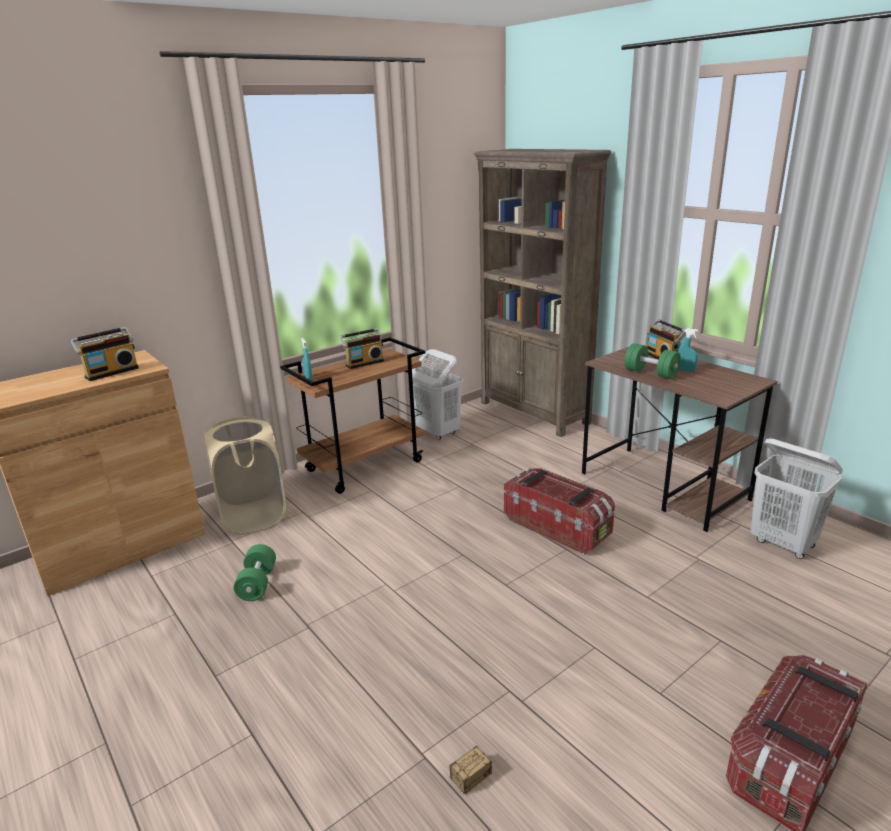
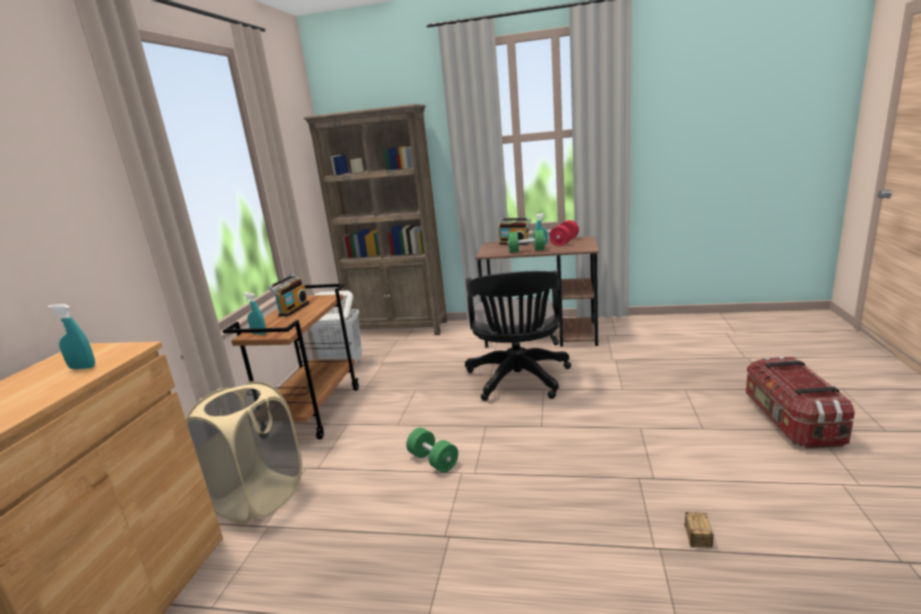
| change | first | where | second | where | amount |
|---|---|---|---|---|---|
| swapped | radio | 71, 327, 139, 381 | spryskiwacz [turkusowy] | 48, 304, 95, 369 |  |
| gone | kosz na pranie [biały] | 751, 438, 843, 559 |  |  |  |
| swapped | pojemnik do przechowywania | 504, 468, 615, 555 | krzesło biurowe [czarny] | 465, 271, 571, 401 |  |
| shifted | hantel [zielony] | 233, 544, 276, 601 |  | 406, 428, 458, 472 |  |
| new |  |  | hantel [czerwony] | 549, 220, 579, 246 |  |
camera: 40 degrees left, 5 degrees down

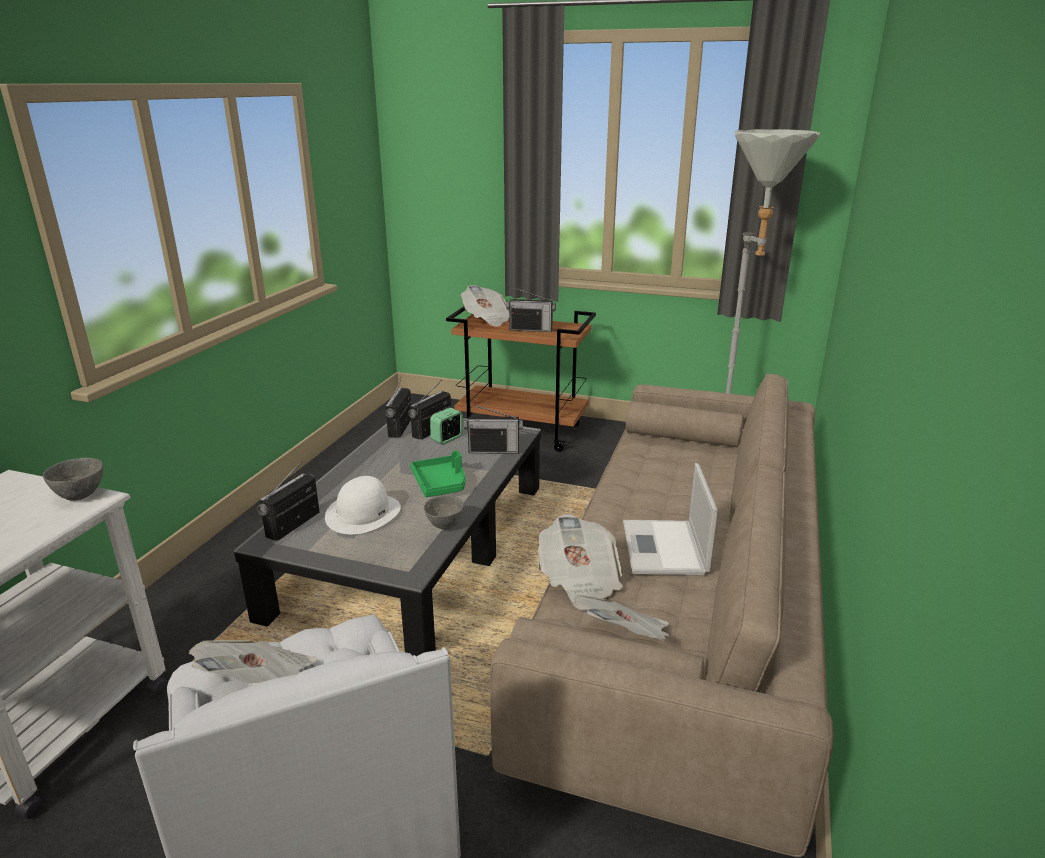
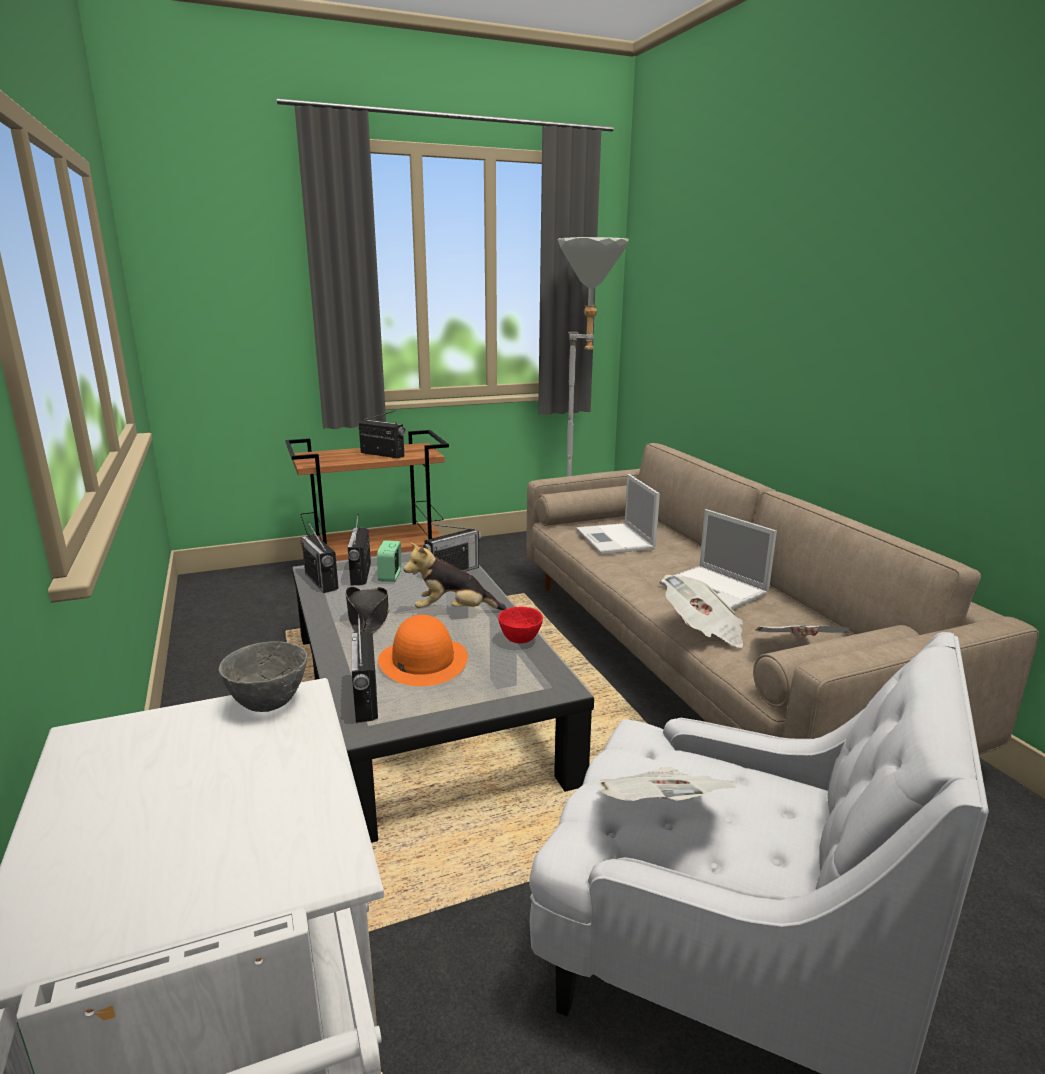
| change | first | where | second | where | amount |
|---|---|---|---|---|---|
| gone | gazeta | 461, 285, 510, 327 |  |  |  |
| rotated | radio | 506, 288, 556, 332 |  | 358, 410, 406, 458 | 120 degrees counterclockwise |
| swapped | taca [zielony] | 411, 450, 465, 497 | pluszak | 404, 543, 506, 610 |  |
| repainted | kapelusz [biały] | 325, 476, 401, 534 | kapelusz [pomarańczowy] | 378, 615, 468, 686 |  |
| repainted | miska [szary] | 424, 495, 464, 529 | miska [czerwony] | 498, 606, 543, 644 |  |
| new |  |  | laptop | 576, 474, 660, 554 |  |
| new |  |  | kapelusz [czarny] | 345, 587, 389, 633 |  |
camera: 40 degrees left, 5 degrees down

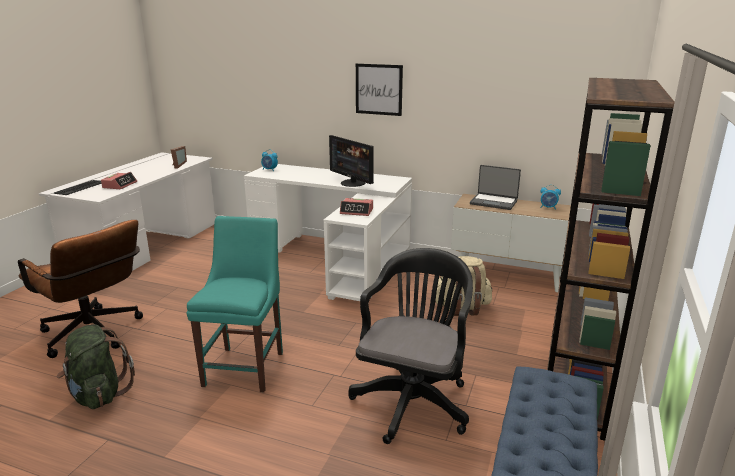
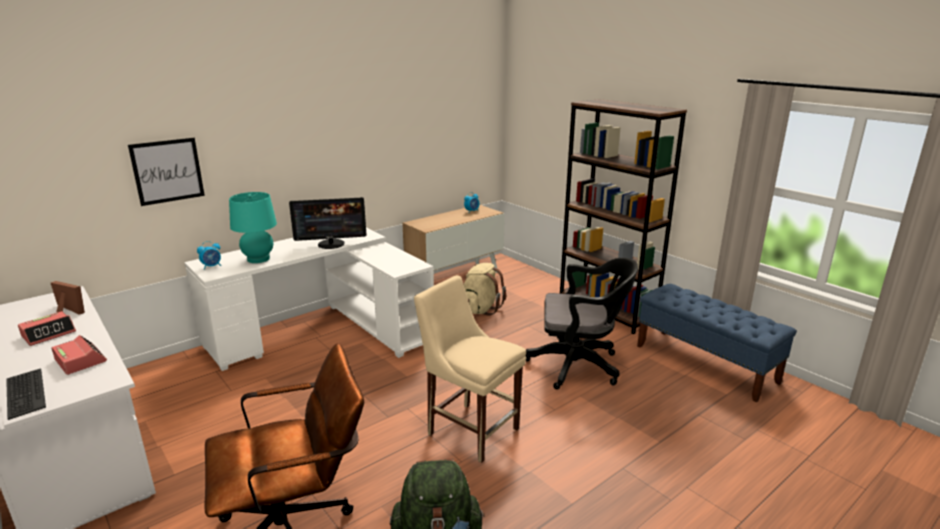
| change | first | where | second | where | amount |
|---|---|---|---|---|---|
| shifted | obraz | 356, 63, 403, 116 |  | 128, 138, 205, 206 |  |
| gone | laptop | 470, 165, 521, 210 |  |  |  |
| shifted | budzik | 340, 198, 373, 216 |  | 18, 311, 76, 346 |  |
| repainted | krzesło [turkusowy] | 187, 216, 283, 392 | krzesło [beżowy] | 414, 275, 526, 463 |  |
| rotated | krzesło biurowe [czarny] | 348, 248, 473, 444 |  | 526, 258, 638, 389 | 135 degrees clockwise |
| new |  |  | lampa stołowa [turkusowy] | 229, 192, 277, 263 |  |
camera: 60 degrees left, 0 degrees up

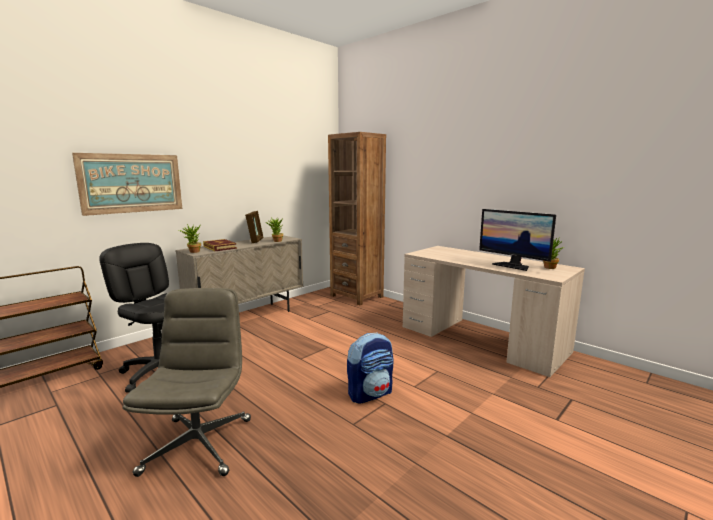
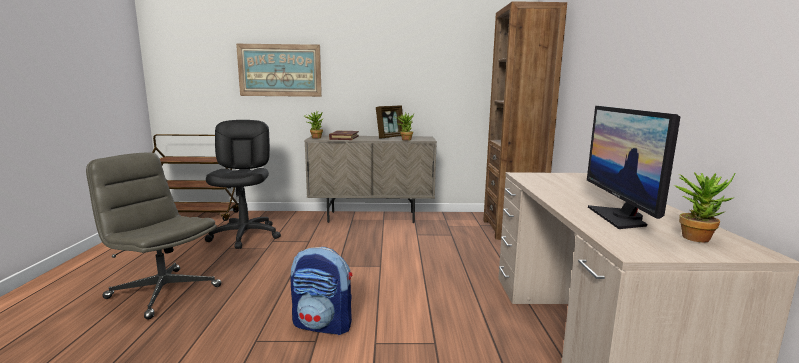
| change | first | where | second | where | amount |
|---|---|---|---|---|---|
| rotated | krzesło biurowe [szary] | 122, 288, 251, 477 |  | 86, 152, 221, 320 | 105 degrees counterclockwise |
camera: 45 degrees right, 0 degrees up

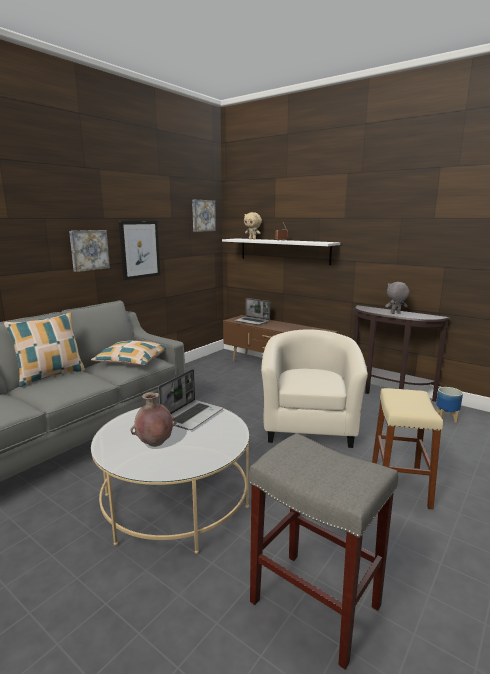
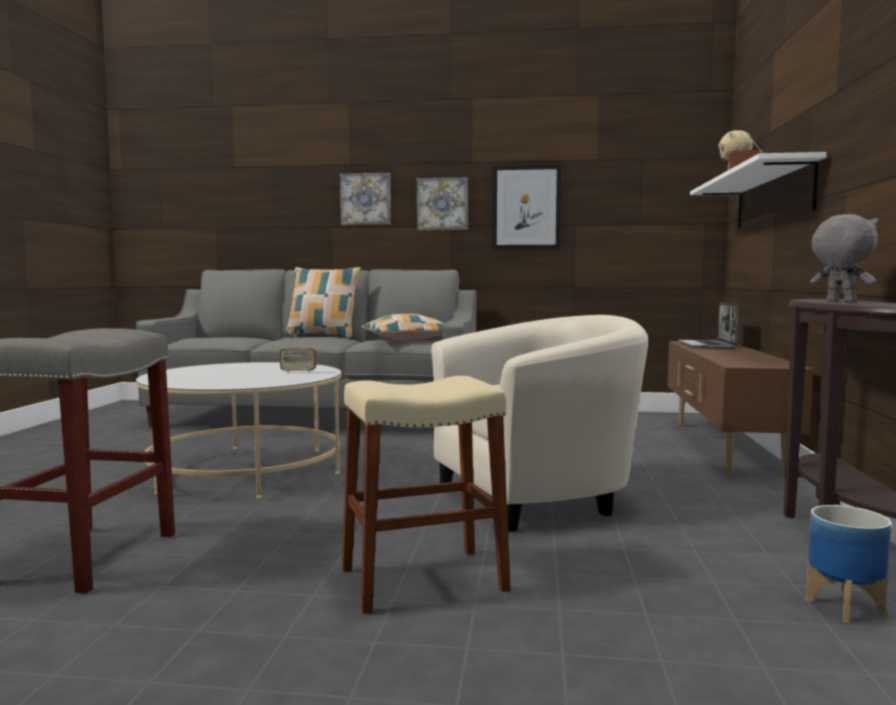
| change | first | where | second | where | amount |
|---|---|---|---|---|---|
| shifted | obraz | 192, 200, 216, 232 |  | 340, 173, 391, 225 |  |
| swapped | laptop | 159, 369, 223, 430 | radio | 280, 330, 316, 373 |  |
| gone | wazon [brązowy] | 130, 392, 177, 447 |  |  |  |
camera: 60 degrees right, 10 degrees down

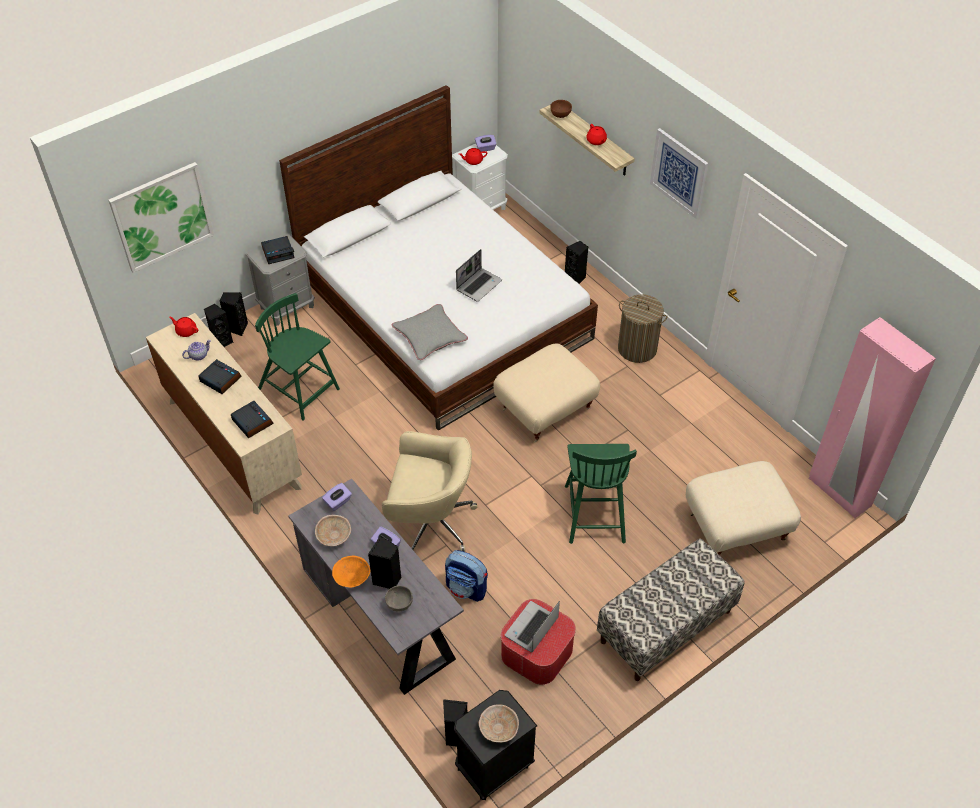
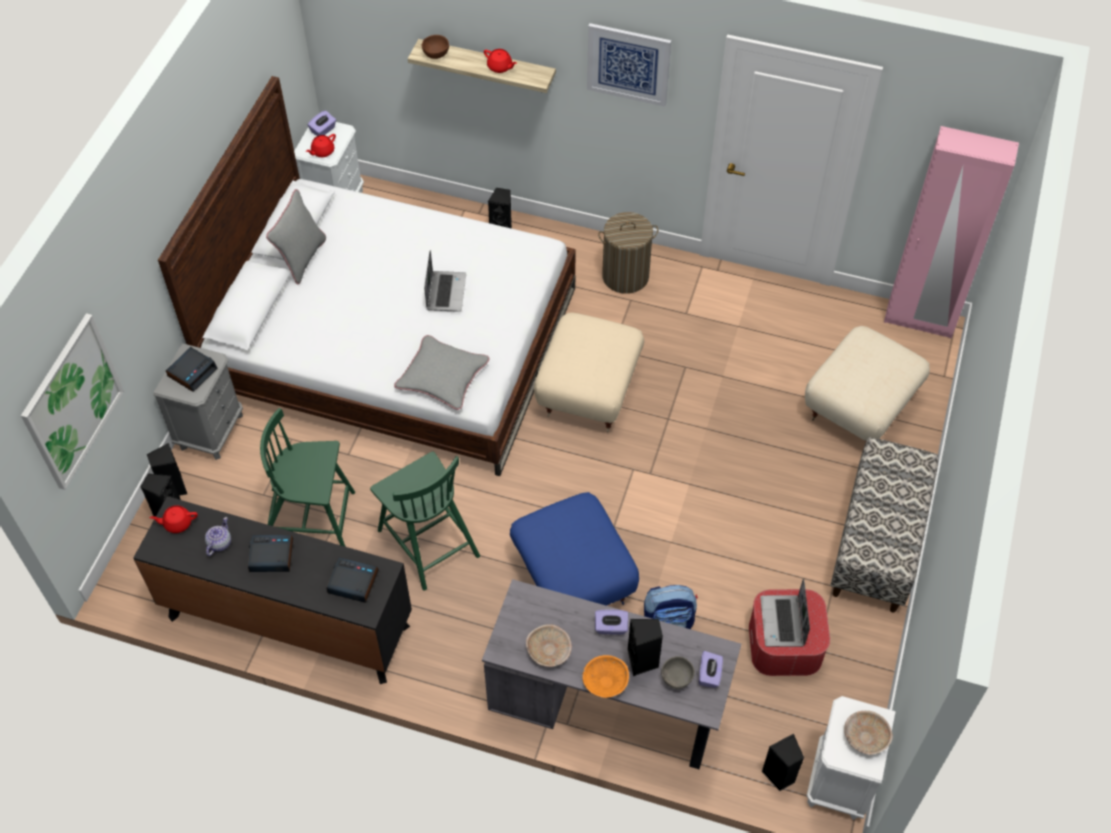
| change | first | where | second | where | amount |
|---|---|---|---|---|---|
| repainted | komoda [beżowy] | 146, 313, 302, 515 | komoda [czarny] | 133, 496, 412, 684 |  |
| swapped | krzesło biurowe [beżowy] | 382, 431, 477, 552 | pufa [niebieski] | 510, 492, 639, 606 |  |
| shifted | krzesło [zielony] | 565, 444, 637, 544 |  | 370, 451, 480, 591 |  |
| shifted | pudełko chusteczek [fioletowy] | 322, 483, 352, 511 |  | 699, 651, 723, 688 |  |
| repainted | szafka nocna [czarny] | 454, 690, 537, 800 | szafka nocna [biały] | 807, 696, 895, 820 |  |
| new |  |  | poduszka [szary] | 266, 189, 326, 284 |  |
camera: 35 degrees left, 5 degrees up

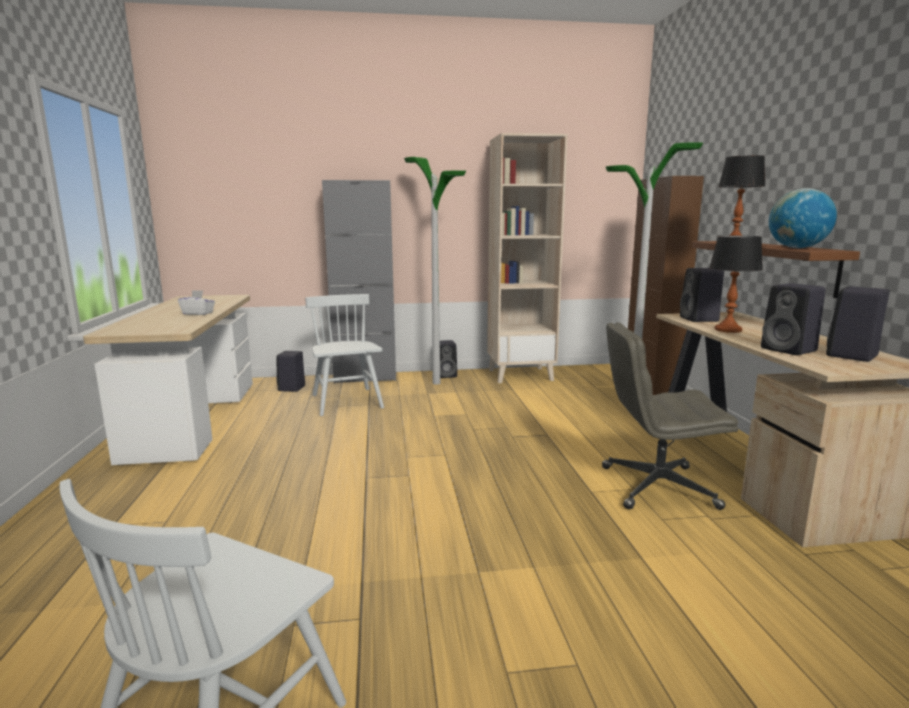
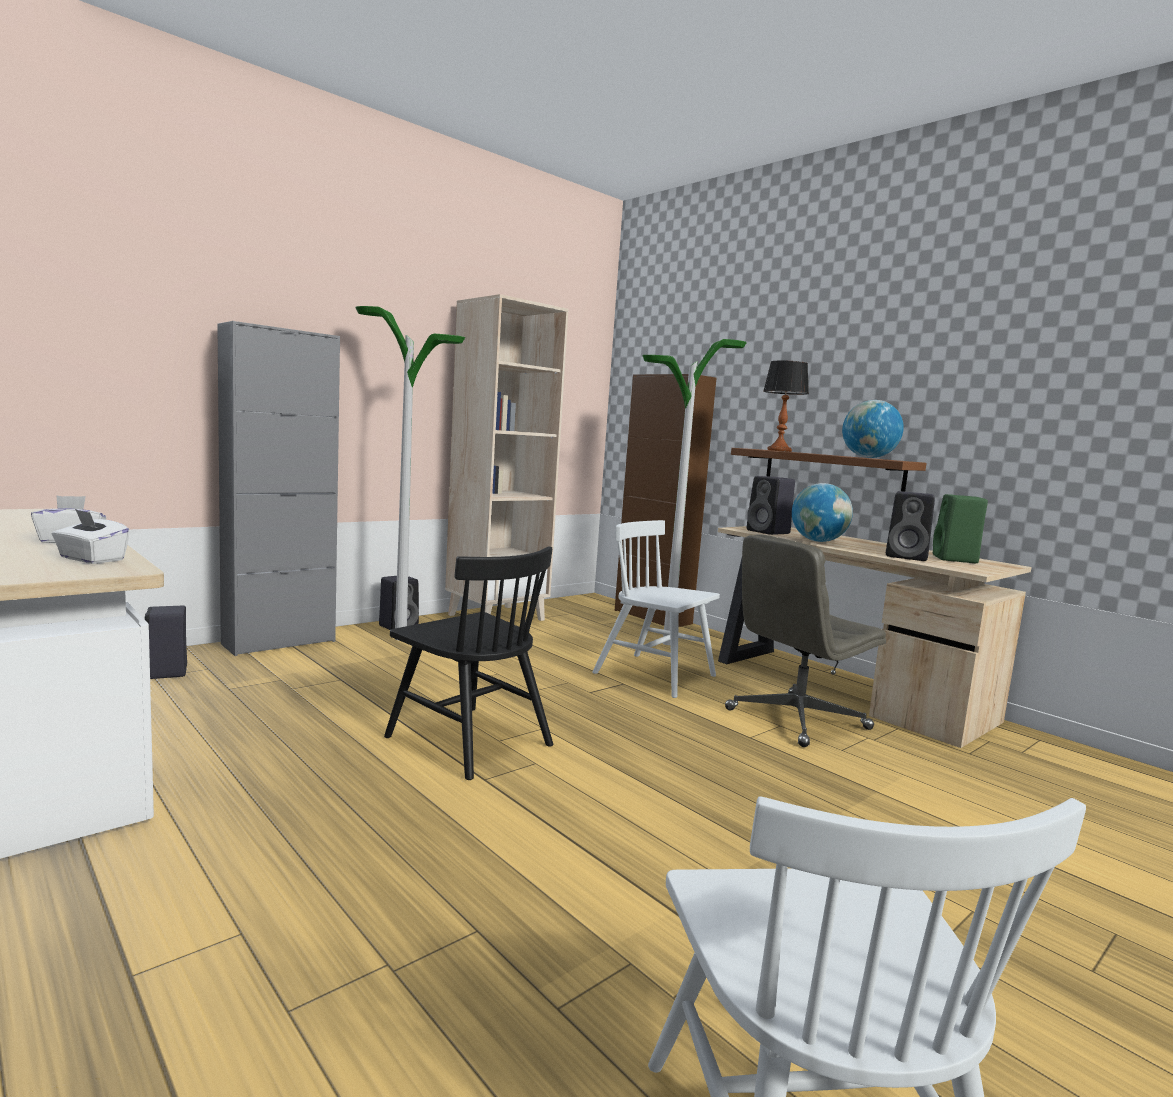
| change | first | where | second | where | amount |
|---|---|---|---|---|---|
| swapped | lampa stołowa | 709, 236, 763, 333 | globus | 792, 483, 853, 542 |  |
| repainted | głośnik [czarny] | 826, 286, 890, 362 | głośnik [zielony] | 933, 494, 988, 563 |  |
| shifted | krzesło [biały] | 305, 294, 384, 416 |  | 592, 520, 720, 698 |  |
| new |  |  | pudełko chusteczek [biały] | 52, 509, 130, 564 |  |
| new |  |  | krzesło [czarny] | 384, 546, 553, 780 |  |
camera: 35 degrees left, 5 degrees down

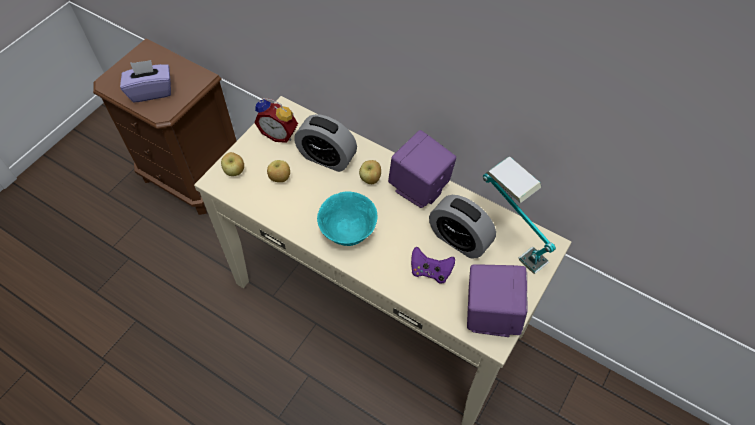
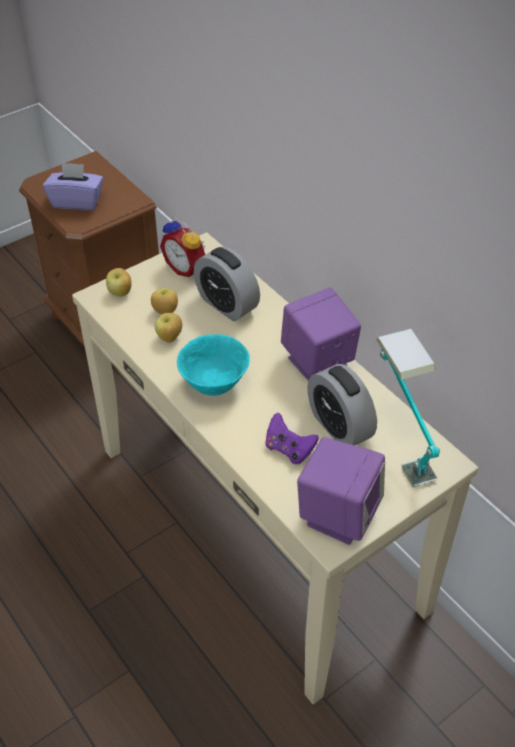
| change | first | where | second | where | amount |
|---|---|---|---|---|---|
| shifted | jabłko | 359, 160, 381, 184 |  | 155, 313, 182, 342 |  |
camera: 20 degrees right, 10 degrees down

